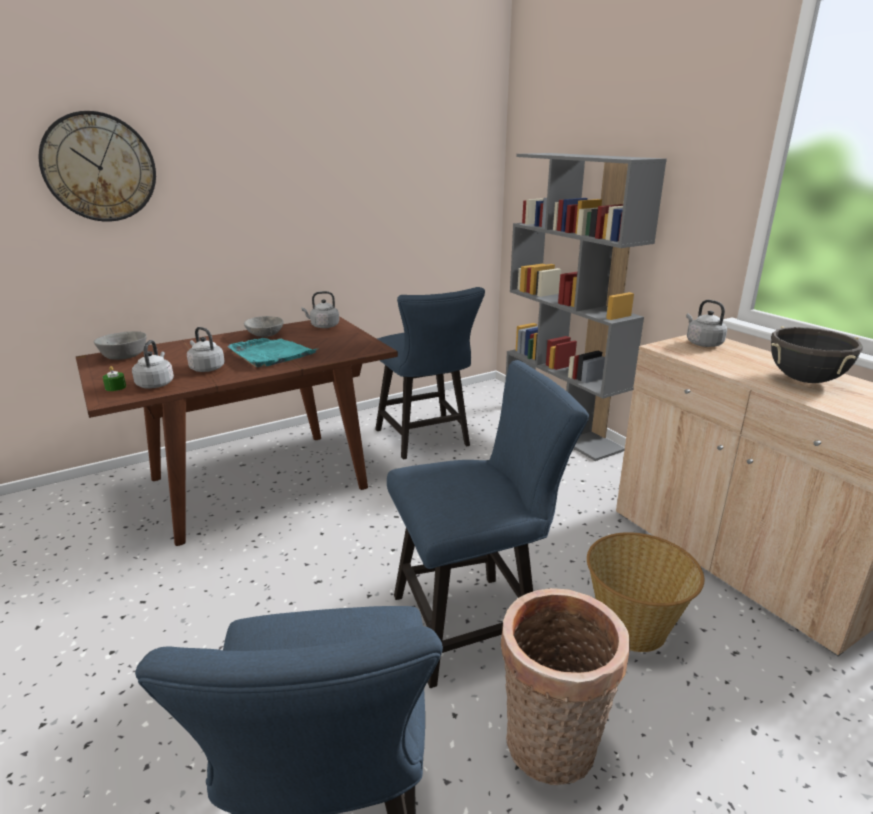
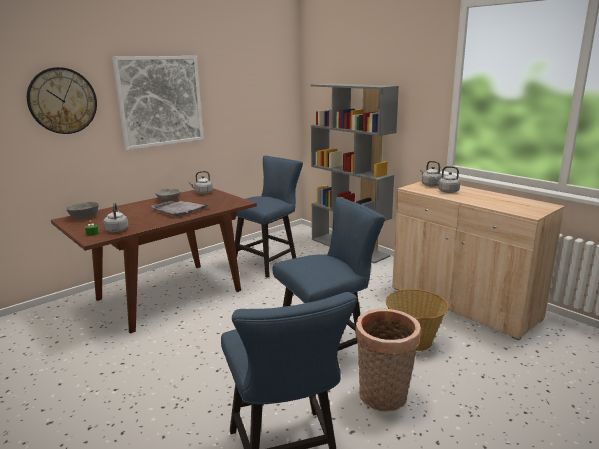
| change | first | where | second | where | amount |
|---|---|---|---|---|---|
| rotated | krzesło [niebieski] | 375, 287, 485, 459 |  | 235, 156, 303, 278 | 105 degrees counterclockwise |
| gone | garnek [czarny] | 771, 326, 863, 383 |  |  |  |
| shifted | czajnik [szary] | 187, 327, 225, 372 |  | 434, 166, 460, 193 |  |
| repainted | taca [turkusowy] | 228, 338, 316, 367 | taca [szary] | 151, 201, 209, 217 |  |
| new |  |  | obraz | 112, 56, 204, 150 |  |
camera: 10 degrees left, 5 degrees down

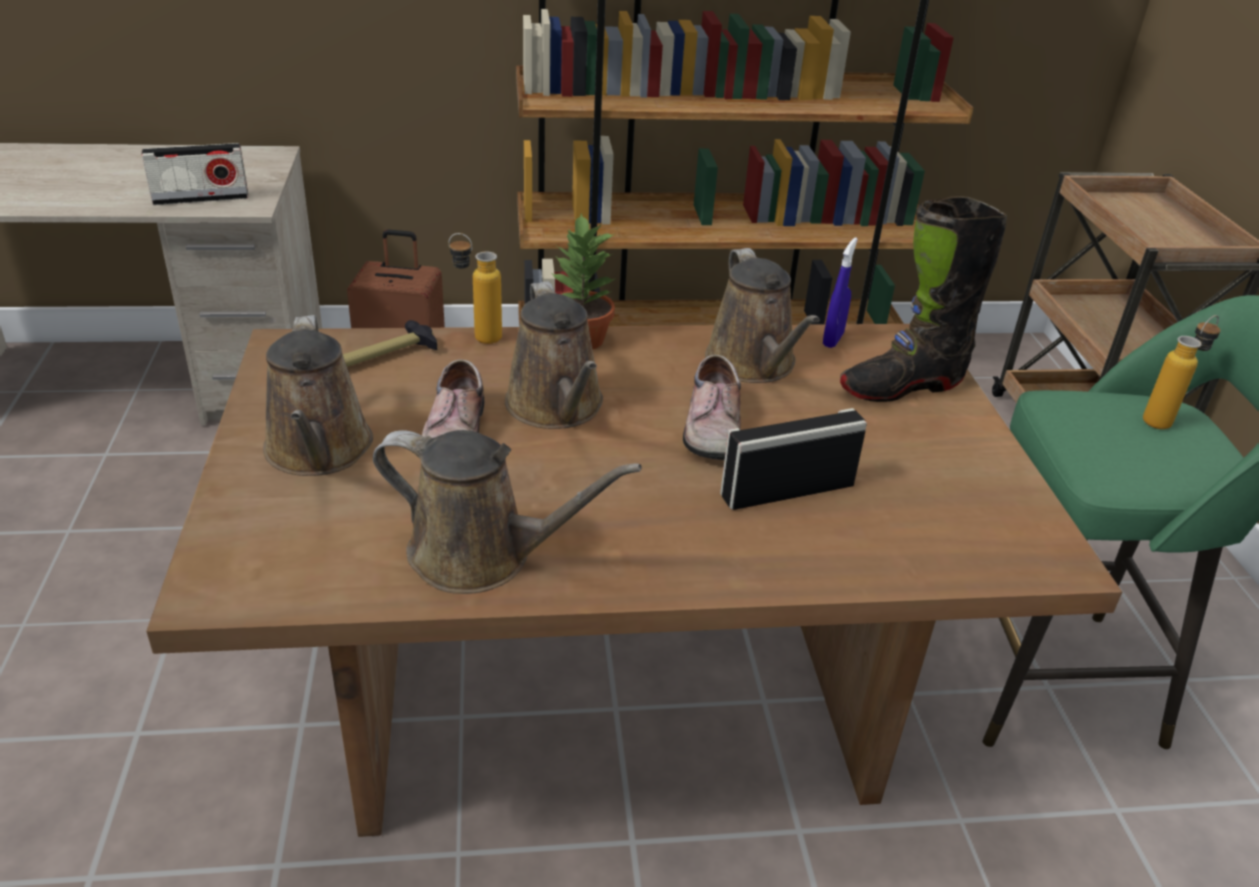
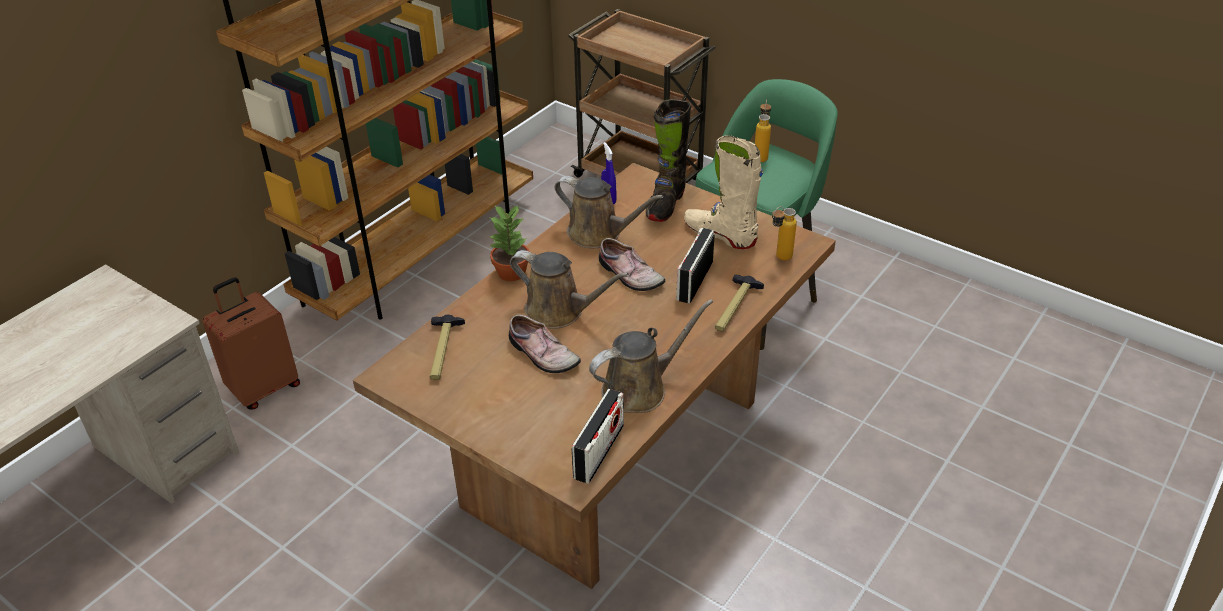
| change | first | where | second | where | amount |
|---|---|---|---|---|---|
| shifted | radio | 141, 143, 248, 205 |  | 572, 389, 624, 484 |  |
| shifted | butelka | 449, 233, 502, 344 |  | 772, 206, 797, 260 |  |
| gone | konewka [brązowy] | 263, 315, 373, 476 |  |  |  |
| new |  |  | but z cholewką [beżowy] | 684, 135, 763, 249 |  |
| new |  |  | młotek | 715, 275, 764, 332 |  |
camera: 45 degrees left, 5 degrees up

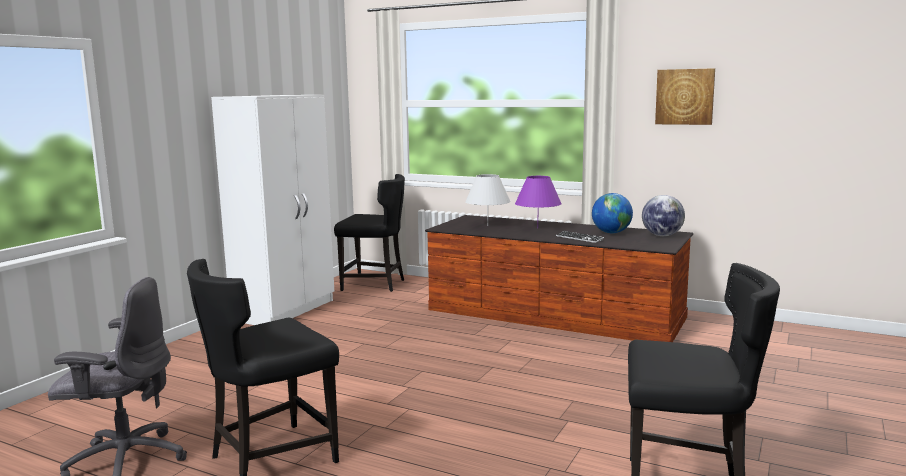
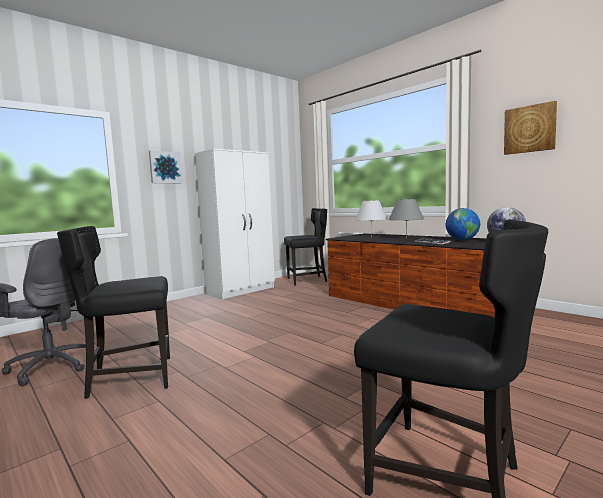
| change | first | where | second | where | amount |
|---|---|---|---|---|---|
| rotated | krzesło [czarny] | 334, 174, 405, 292 |  | 284, 208, 327, 286 | 45 degrees counterclockwise |
| repainted | lampa stołowa [fioletowy] | 515, 176, 562, 228 | lampa stołowa [szary] | 389, 199, 424, 238 |  |
| new |  |  | obraz | 149, 150, 183, 183 |  |
camera: 20 degrees right, 5 degrees down

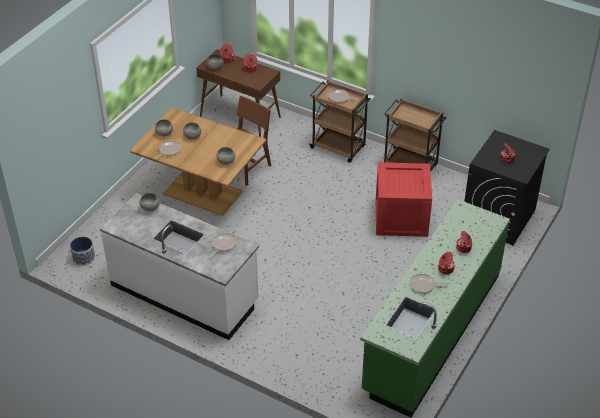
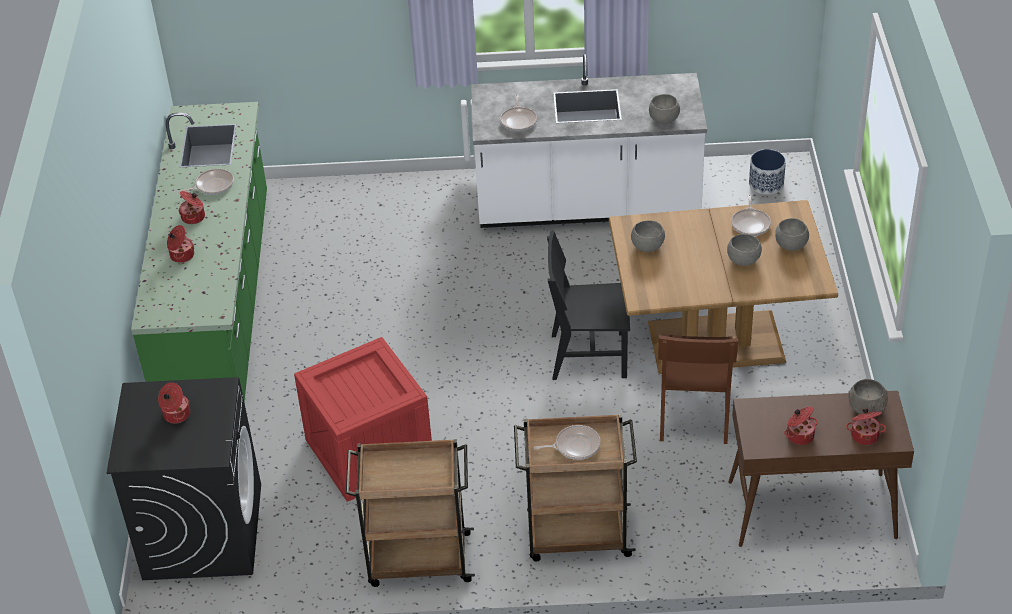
| change | first | where | second | where | amount |
|---|---|---|---|---|---|
| new |  |  | krzesło [czarny] | 547, 231, 630, 380 |  |
camera: 150 degrees right, 0 degrees up

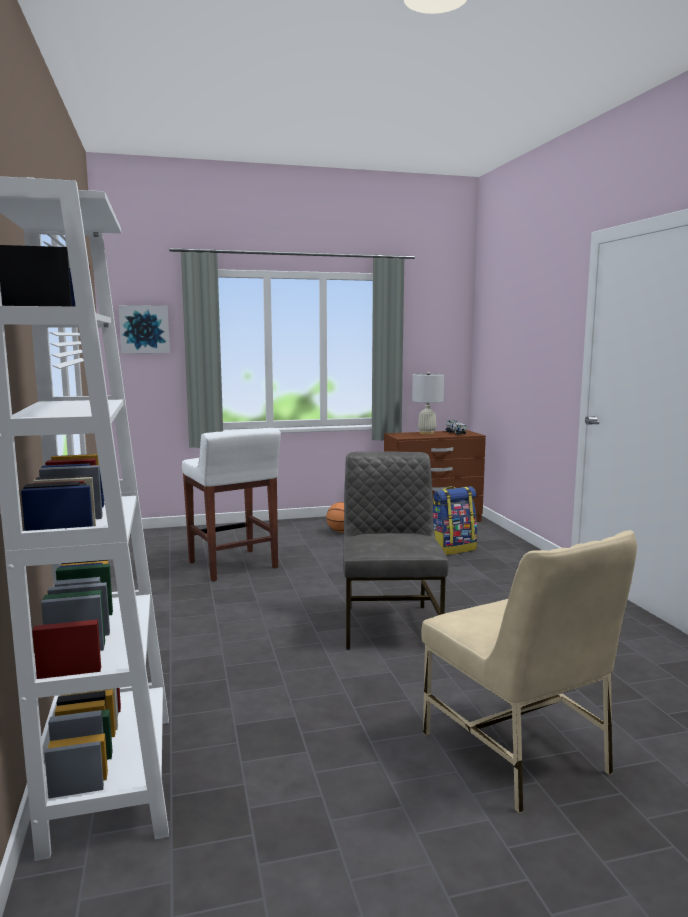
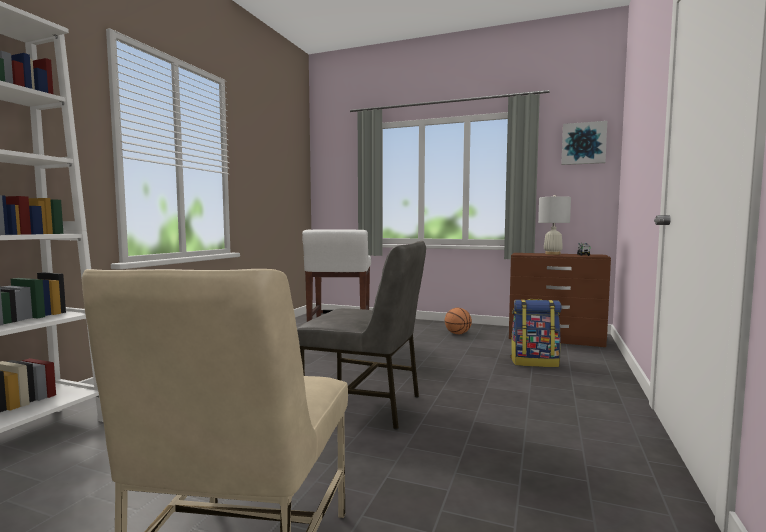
| change | first | where | second | where | amount |
|---|---|---|---|---|---|
| shifted | obraz | 119, 305, 170, 353 |  | 561, 121, 607, 165 |  |
| rotated | krzesło [szary] | 343, 451, 449, 650 |  | 297, 241, 426, 430 | 75 degrees clockwise |
camera: 35 degrees right, 5 degrees down

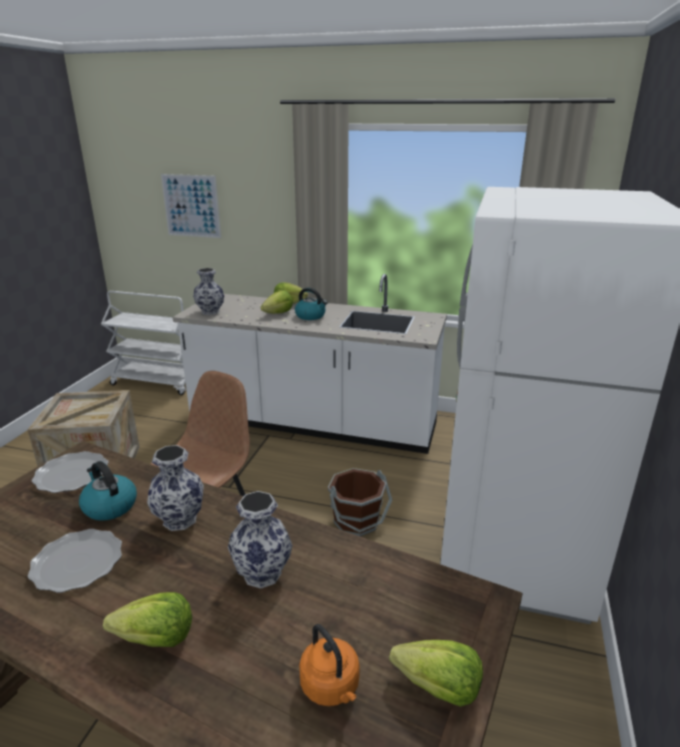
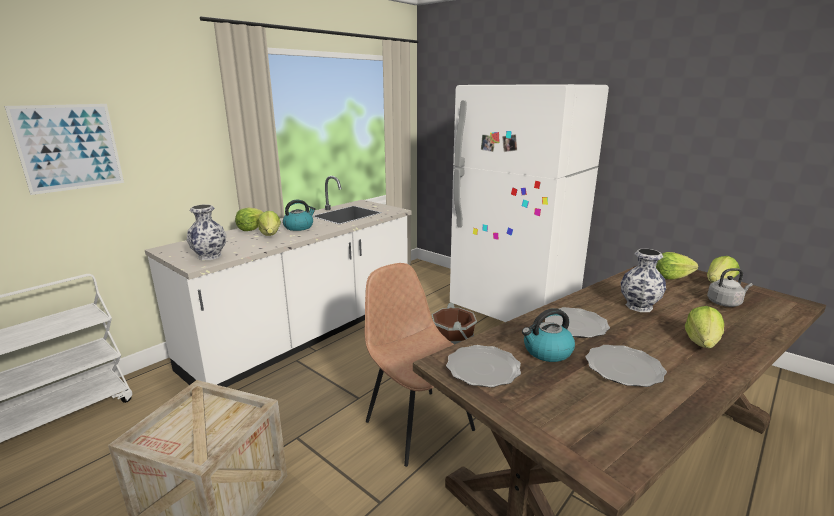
| change | first | where | second | where | amount |
|---|---|---|---|---|---|
| swapped | wazon | 147, 445, 204, 531 | talerz | 545, 307, 610, 338 |  |
| repainted | czajnik [pomarańczowy] | 299, 624, 360, 706 | czajnik [szary] | 707, 268, 753, 307 |  |
| new |  |  | sałata | 656, 252, 698, 280 |  |
camera: 65 degrees left, 5 degrees down

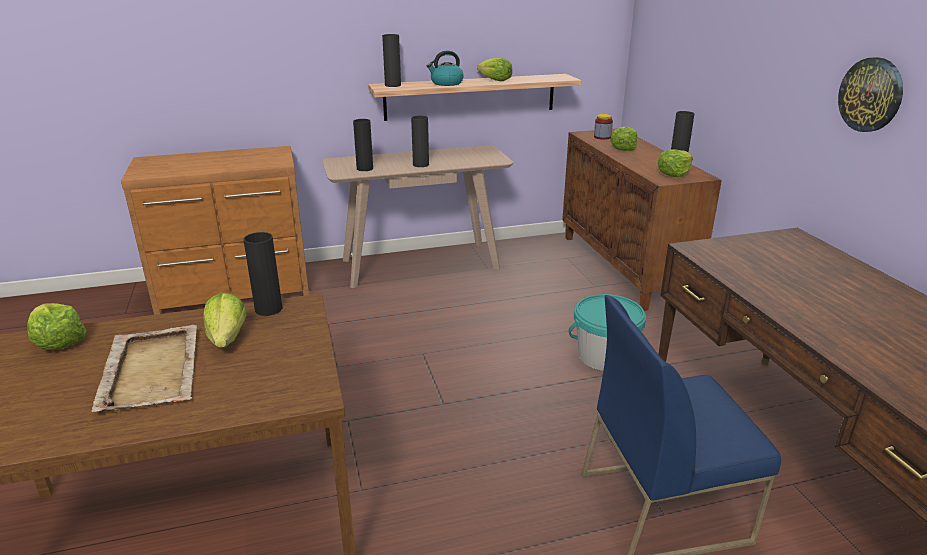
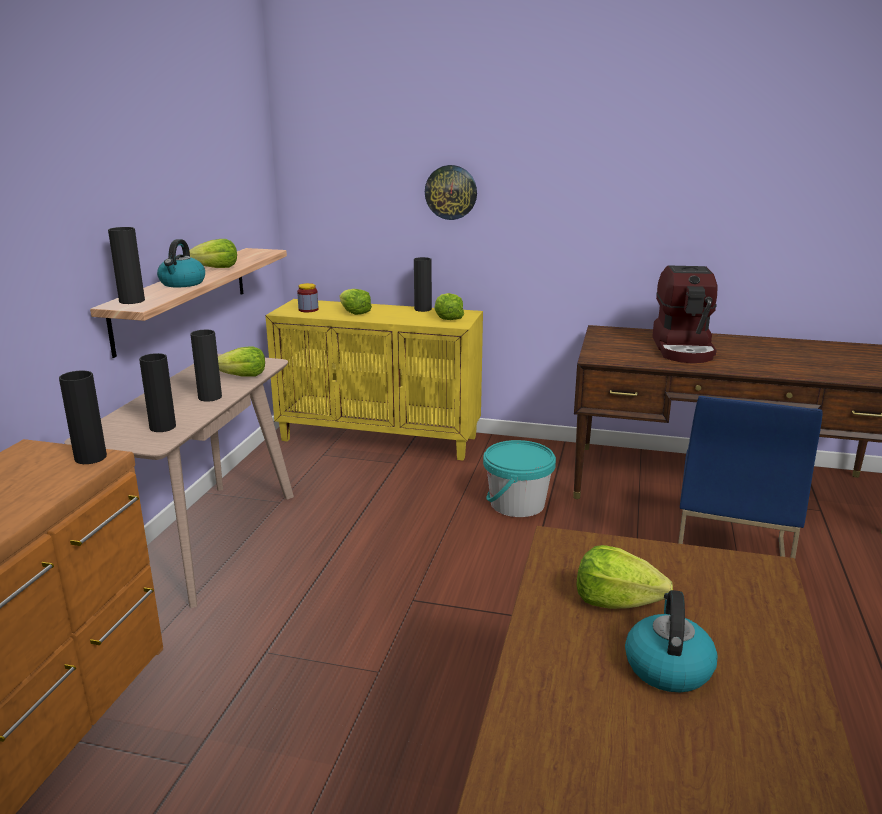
| change | first | where | second | where | amount |
|---|---|---|---|---|---|
| shifted | zegar ścienny | 838, 57, 903, 132 |  | 425, 165, 477, 220 |  |
| repainted | szafka [brązowy] | 562, 128, 722, 311 | szafka [żółty] | 265, 299, 483, 461 |  |
| shifted | wazon [czarny] | 243, 232, 282, 316 |  | 59, 370, 107, 464 |  |
| shifted | sałata | 27, 303, 86, 350 |  | 218, 346, 265, 377 |  |
| swapped | taca [beżowy] | 92, 325, 197, 412 | czajnik | 625, 590, 718, 692 |  |
| new |  |  | ekspres do kawy | 652, 265, 717, 363 |  |
camera: 60 degrees left, 5 degrees down

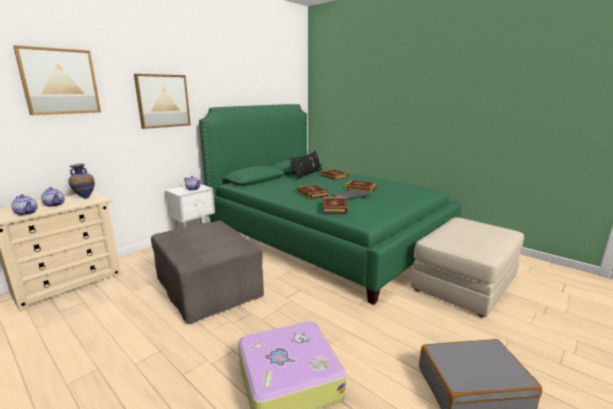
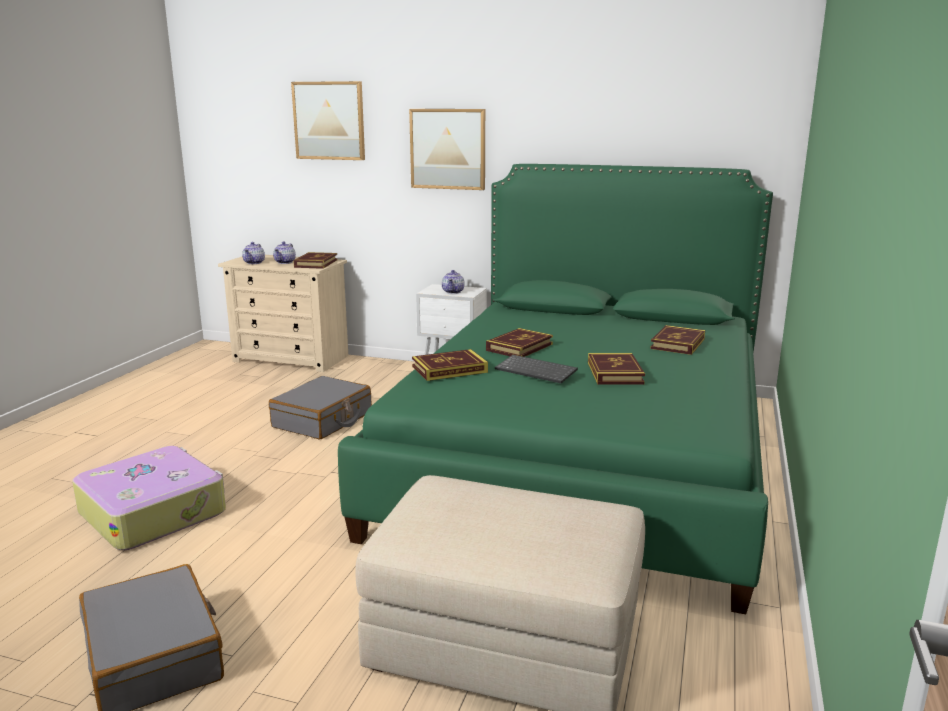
| change | first | where | second | where | amount |
|---|---|---|---|---|---|
| gone | poduszka [czarny] | 289, 151, 322, 180 |  |  |  |
| swapped | wazon | 69, 163, 95, 199 | książka | 293, 252, 337, 269 |  |
| swapped | pufa [szary] | 151, 221, 264, 324 | walizka [szary] | 269, 376, 372, 440 |  |
camera: 65 degrees right, 0 degrees up

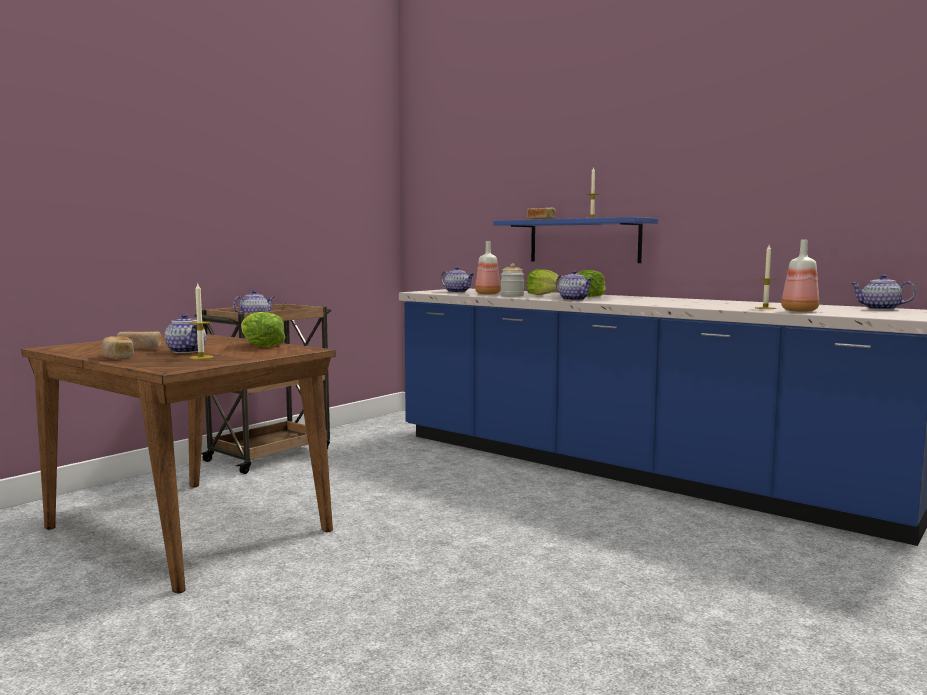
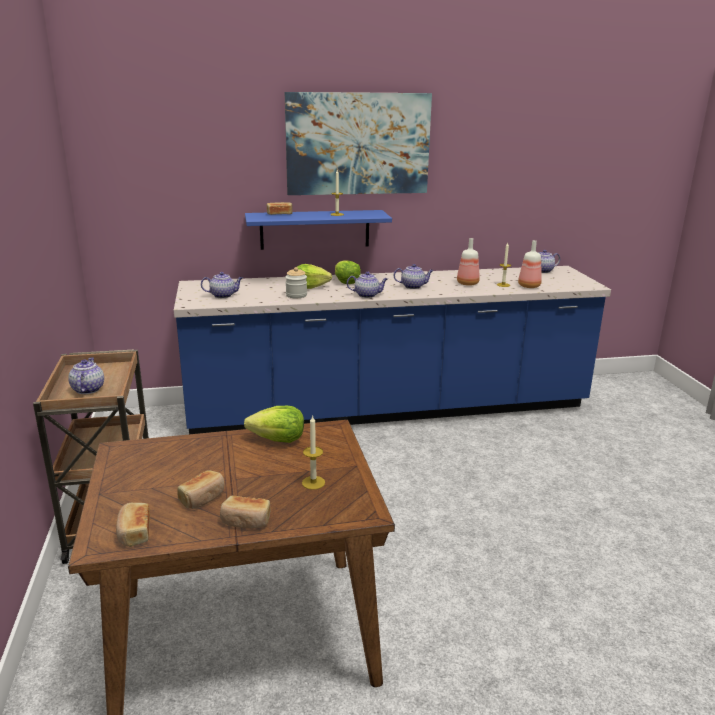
| change | first | where | second | where | amount |
|---|---|---|---|---|---|
| shifted | butelka | 475, 241, 501, 295 |  | 457, 238, 480, 286 |  |
| shifted | imbryk | 165, 314, 206, 353 |  | 394, 264, 434, 289 |  |
| new |  |  | obraz | 285, 92, 432, 195 |  |
| new |  |  | chleb | 116, 503, 150, 547 |  |
camera: 50 degrees left, 15 degrees up

